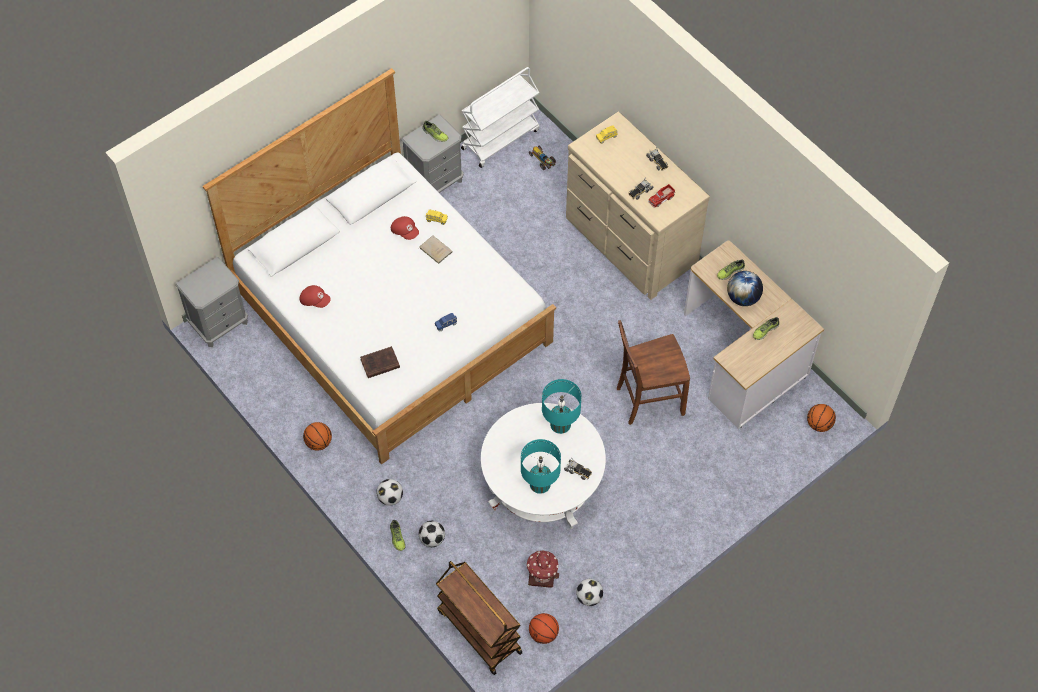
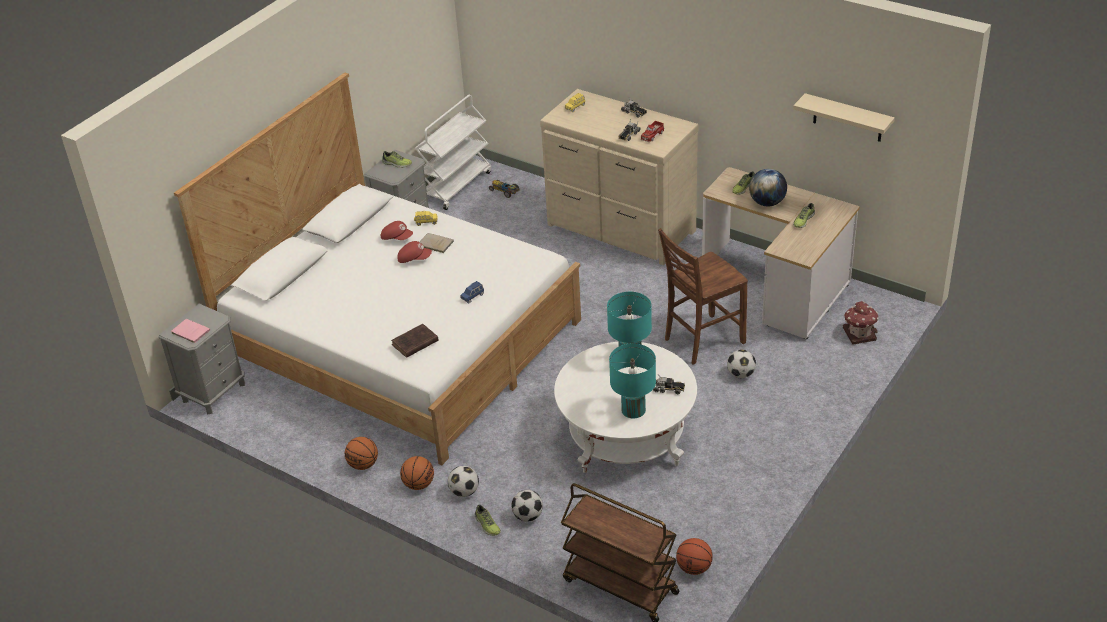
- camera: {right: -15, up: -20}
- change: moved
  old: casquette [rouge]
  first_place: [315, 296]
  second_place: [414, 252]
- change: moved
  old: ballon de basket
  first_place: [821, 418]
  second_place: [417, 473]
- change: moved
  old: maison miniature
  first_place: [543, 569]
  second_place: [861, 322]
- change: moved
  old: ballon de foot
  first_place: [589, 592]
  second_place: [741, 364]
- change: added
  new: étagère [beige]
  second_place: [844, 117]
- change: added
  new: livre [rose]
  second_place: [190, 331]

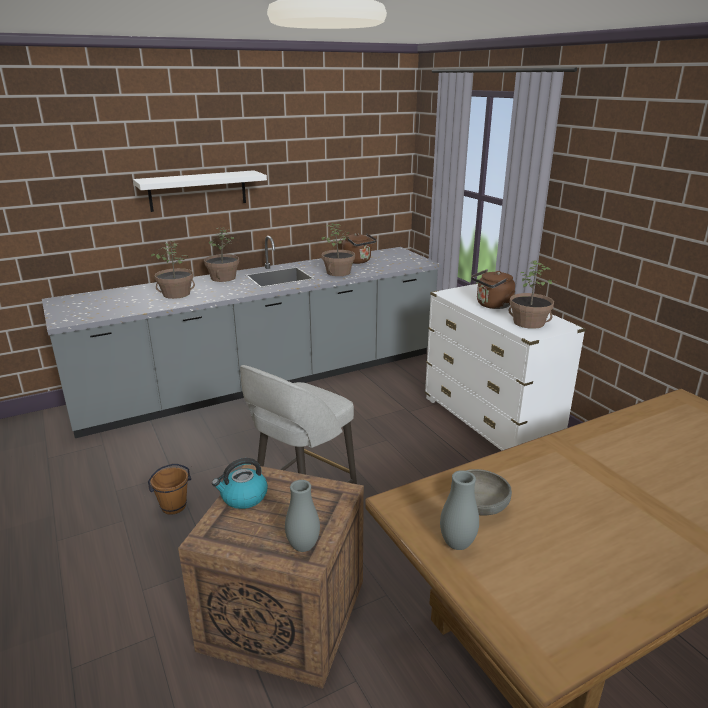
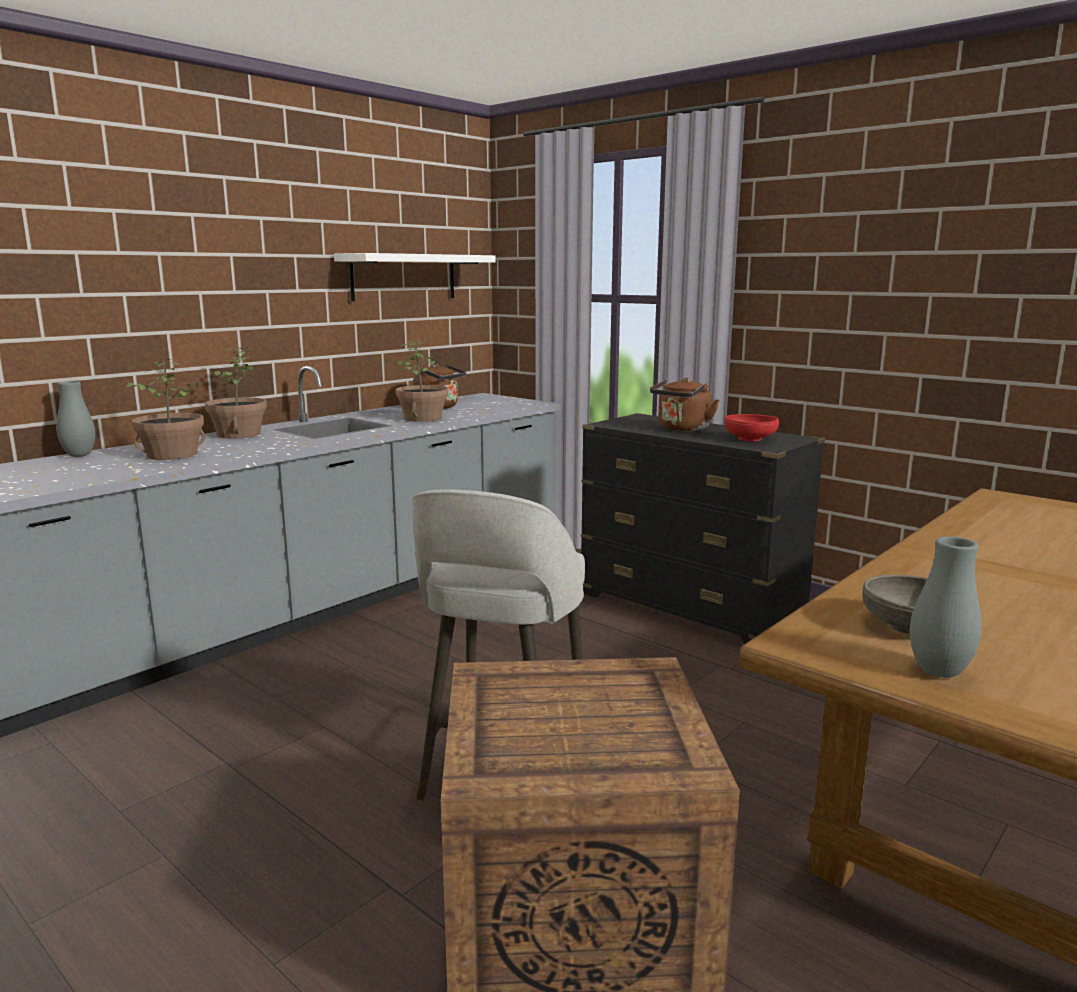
- camera: {right: -20, up: -10}
- change: moved
  old: étagère [blanc]
  first_place: [200, 191]
  second_place: [415, 277]
- change: replaced
  old: plante en pot
  new: bol [rouge]
  first_place: [531, 294]
  second_place: [751, 428]
- change: recoloured
  old: commode [blanc]
  new: commode [noir]
  first_place: [505, 367]
  second_place: [703, 528]
- change: removed
  old: bouilloire
  first_place: [240, 483]
- change: removed
  old: seau [marron]
  first_place: [169, 489]
- change: moved
  old: vase [gris]
  first_place: [302, 516]
  second_place: [76, 419]

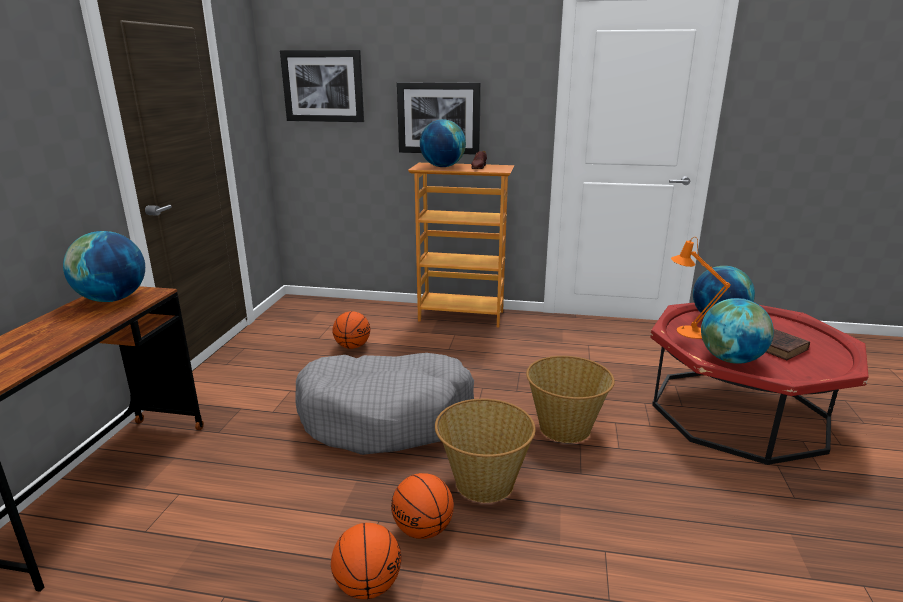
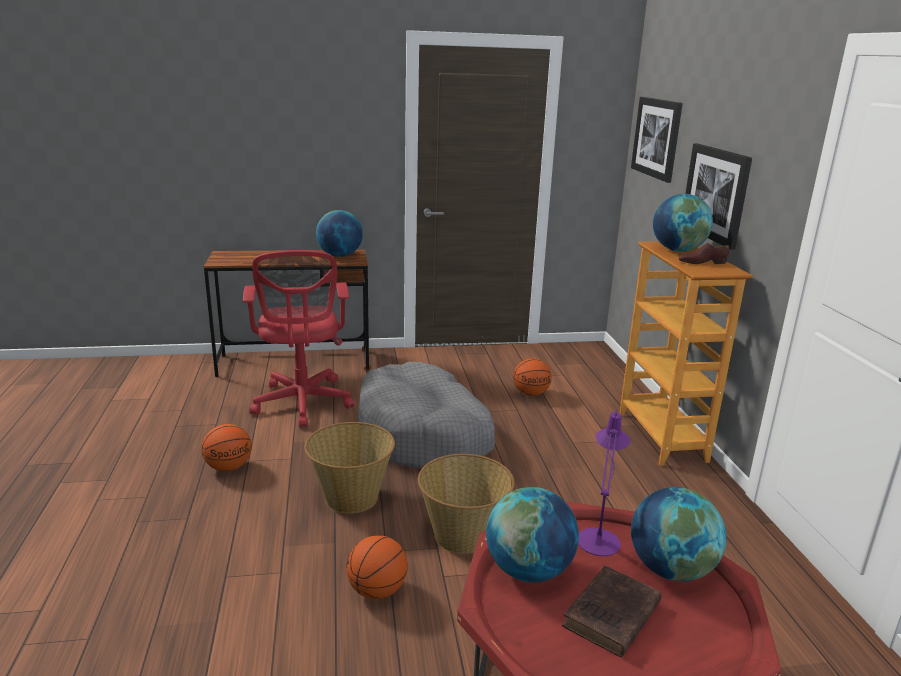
- camera: {right: 70, up: 0}
- change: recoloured
  old: lampe de table [orange]
  new: lampe de table [violet]
  first_place: [701, 288]
  second_place: [604, 482]
- change: moved
  old: ballon de basket
  first_place: [422, 506]
  second_place: [377, 567]
- change: added
  new: chaise de bureau [rouge]
  second_place: [298, 339]

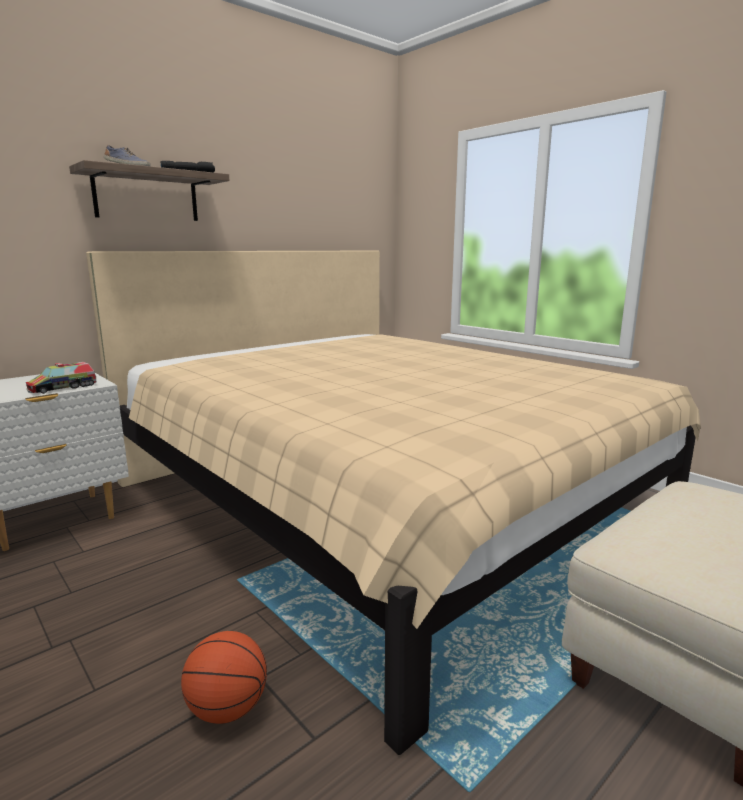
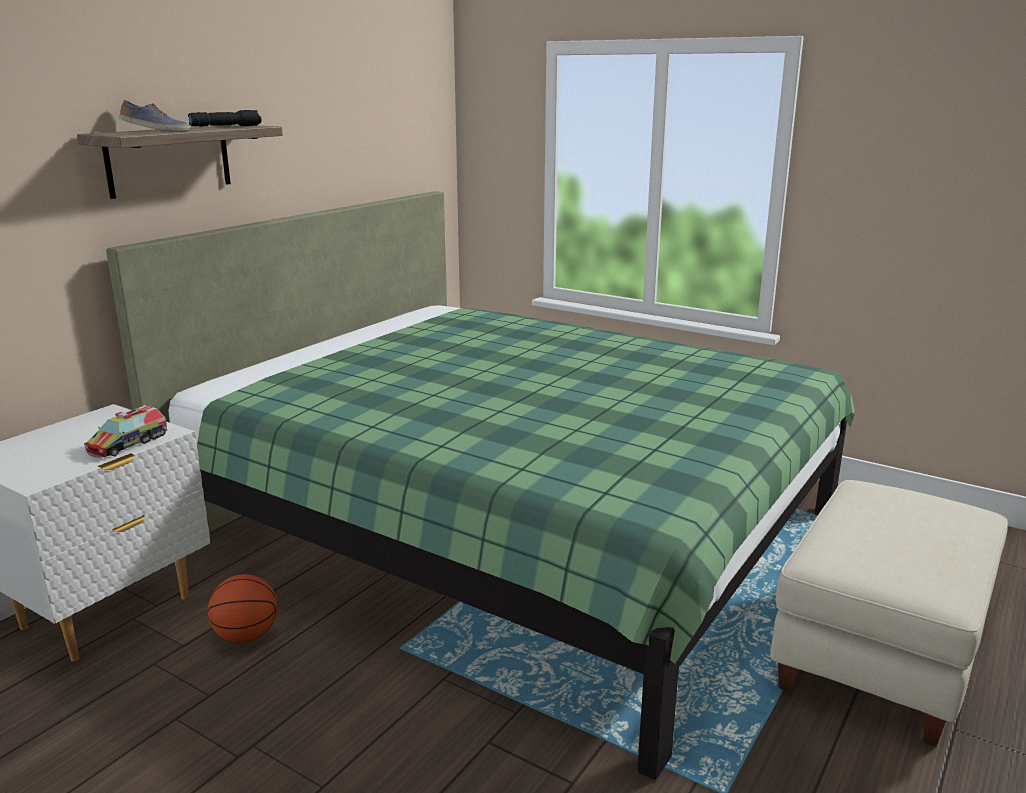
- camera: {right: -15, up: 5}
- change: recoloured
  old: lit [beige]
  new: lit [vert]
  first_place: [393, 503]
  second_place: [480, 485]
- change: moved
  old: ballon de basket
  first_place: [224, 677]
  second_place: [242, 608]

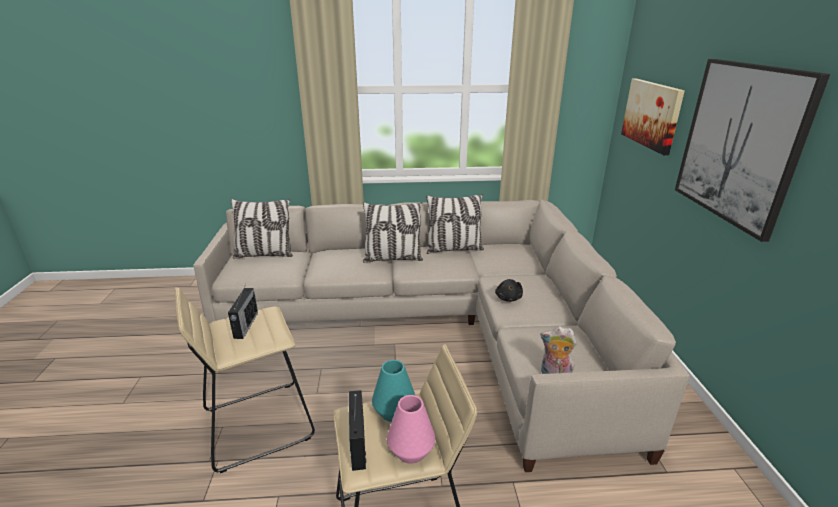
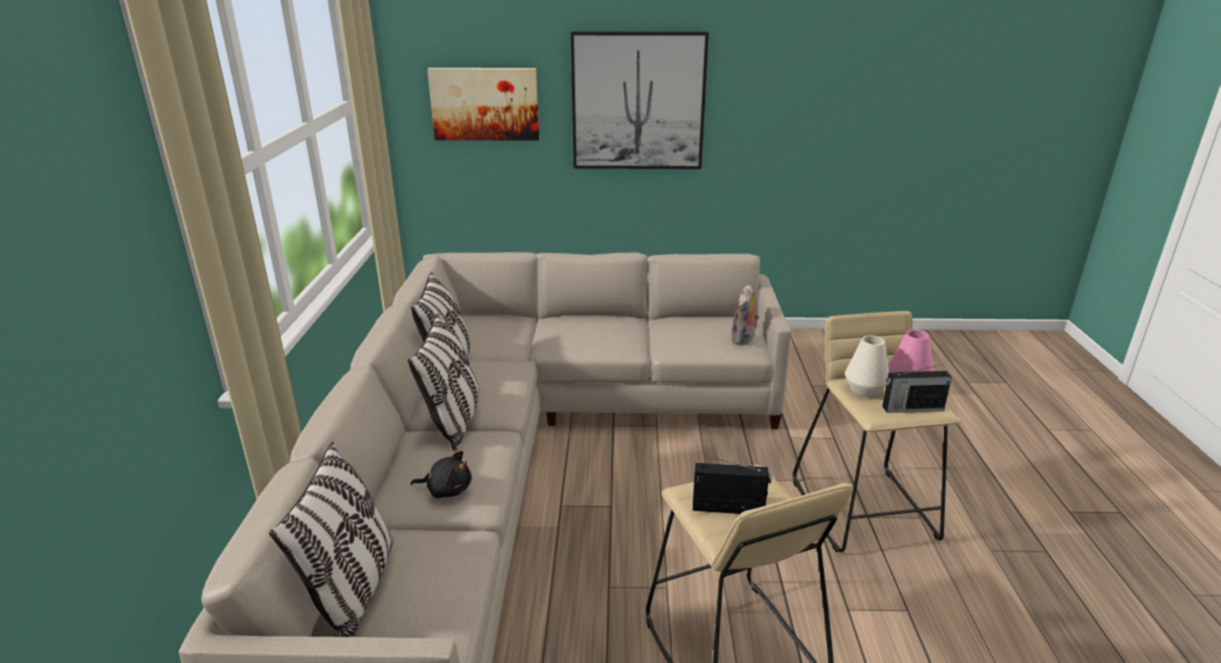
- camera: {right: -85, up: 0}
- change: moved
  old: peluche [noir]
  first_place: [509, 290]
  second_place: [441, 474]
- change: recoloured
  old: vase [turquoise]
  new: vase [blanc]
  first_place: [393, 391]
  second_place: [867, 366]

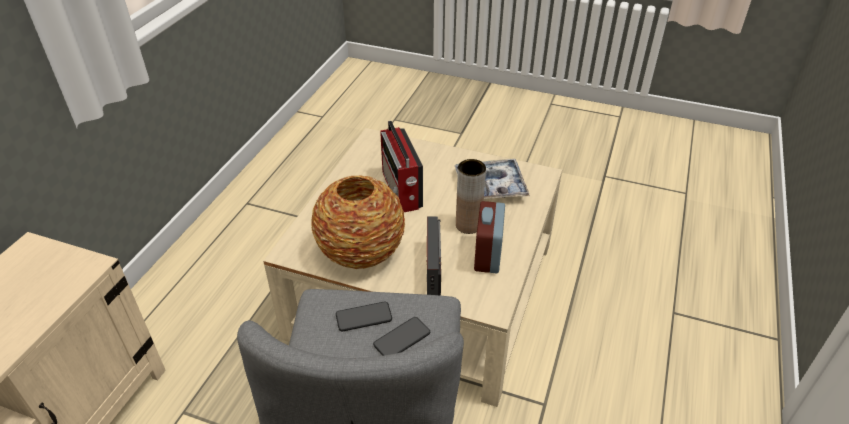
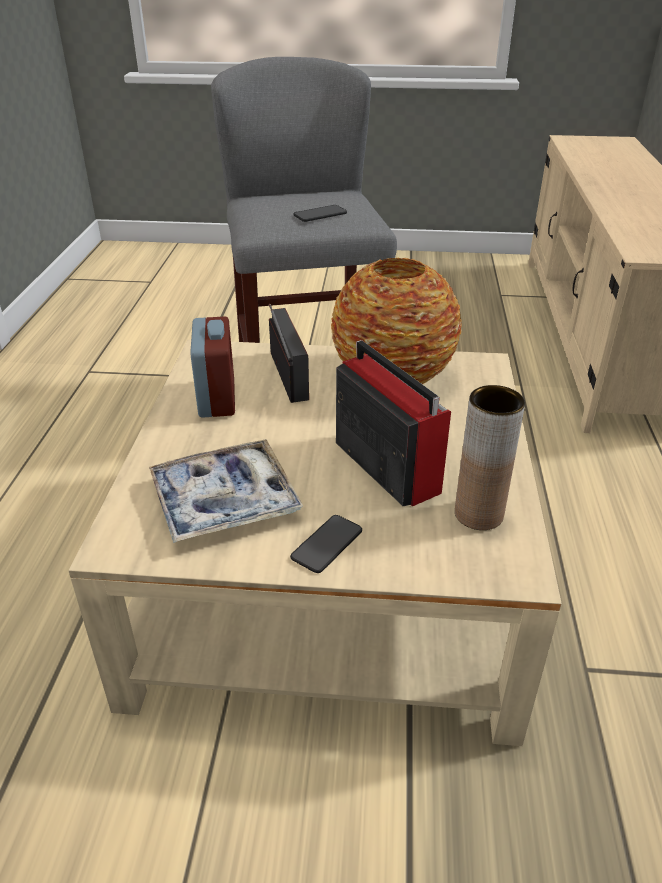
- camera: {right: 165, up: -5}
- change: moved
  old: vase [marron]
  first_place: [471, 196]
  second_place: [490, 457]
- change: moved
  old: téléphone
  first_place: [401, 336]
  second_place: [326, 544]

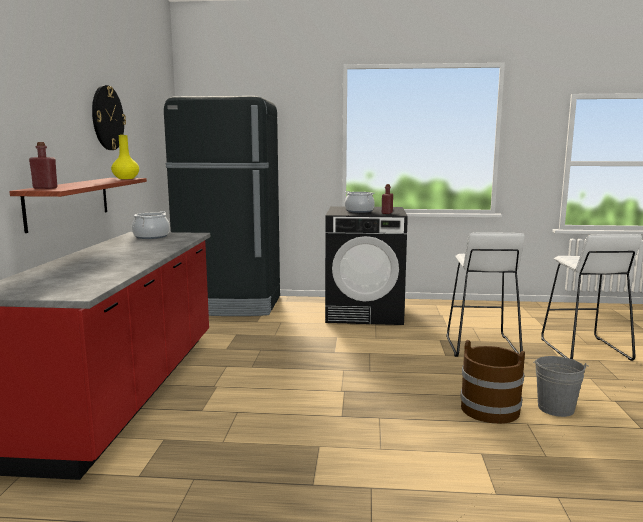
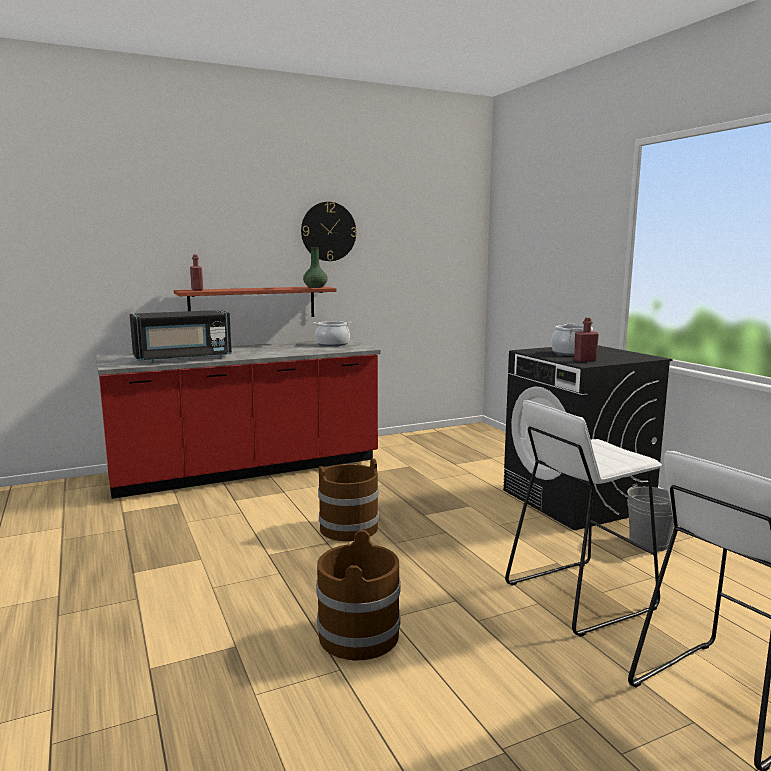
- camera: {right: 60, up: 0}
- change: removed
  old: réfrigérateur [noir]
  first_place: [222, 206]
- change: recoloured
  old: vase [jaune]
  new: vase [vert]
  first_place: [125, 157]
  second_place: [315, 267]
- change: moved
  old: seau [gris]
  first_place: [561, 386]
  second_place: [650, 517]
- change: added
  new: micro-ondes [noir]
  second_place: [181, 336]
- change: added
  new: seau [marron]
  second_place: [348, 500]

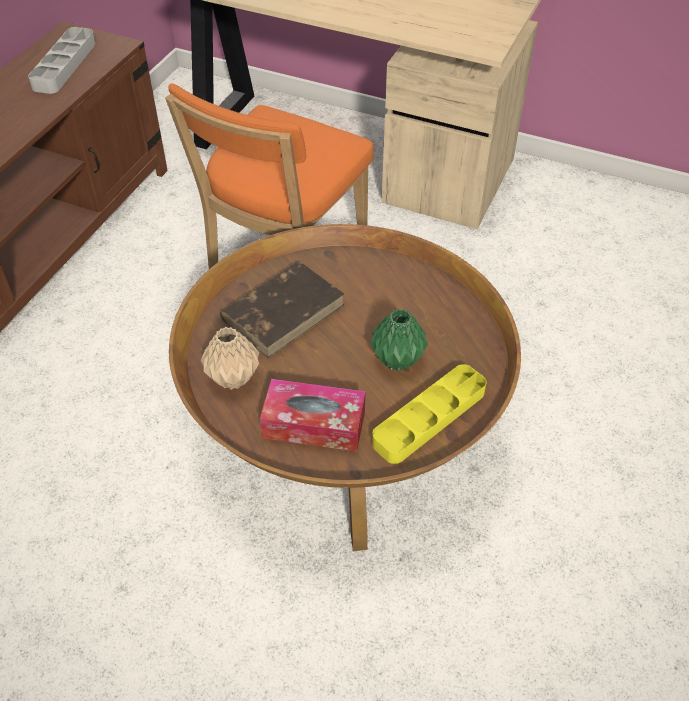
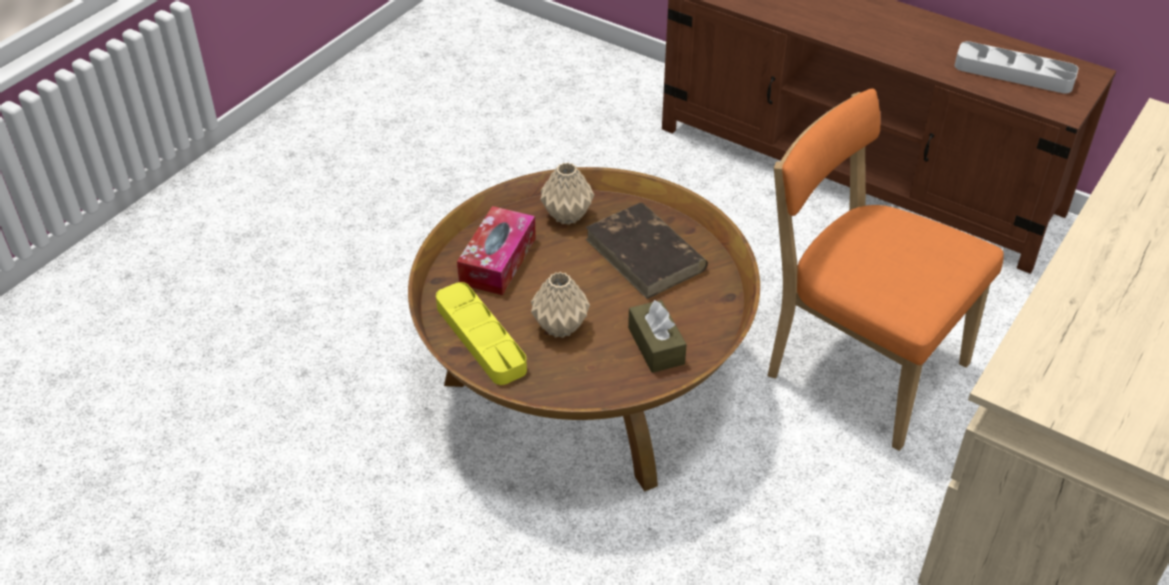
- camera: {right: 100, up: -5}
- change: recoloured
  old: vase [vert]
  new: vase [beige]
  first_place: [399, 340]
  second_place: [560, 305]
- change: added
  new: boîte à mouchoirs [marron]
  second_place: [657, 336]

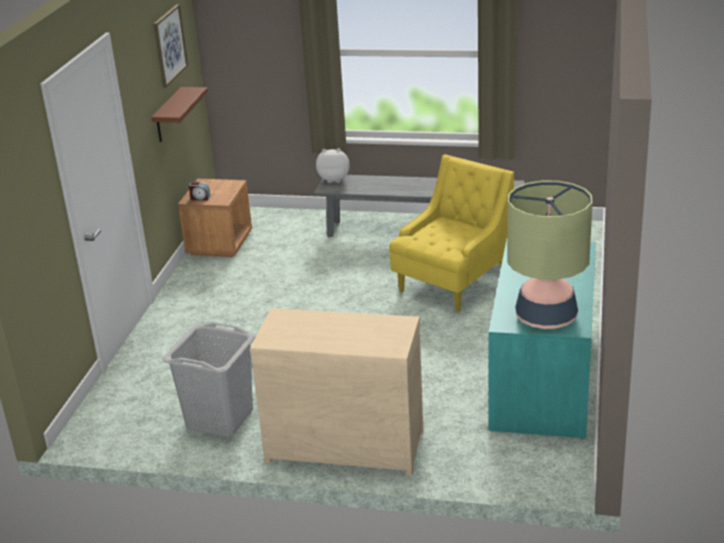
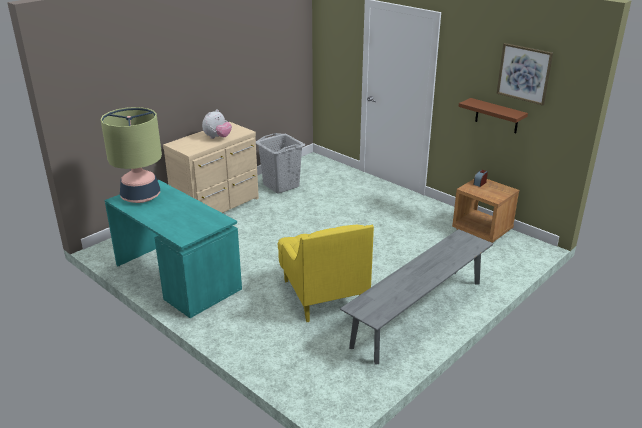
- camera: {right: 120, up: 0}
- change: moved
  old: peluche
  first_place: [333, 166]
  second_place: [217, 124]

